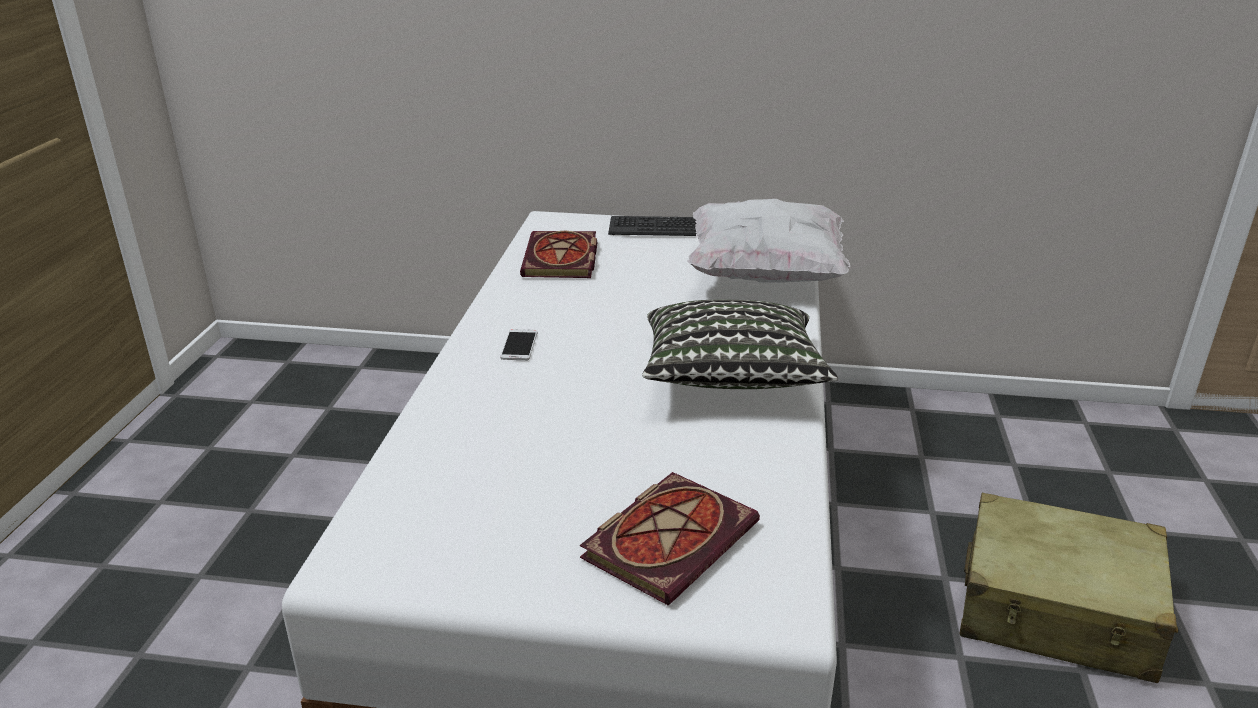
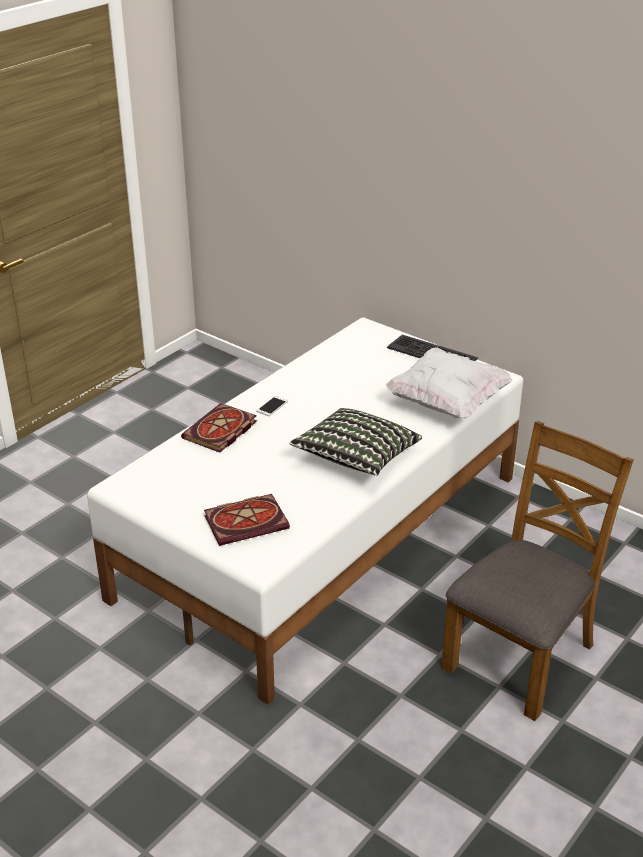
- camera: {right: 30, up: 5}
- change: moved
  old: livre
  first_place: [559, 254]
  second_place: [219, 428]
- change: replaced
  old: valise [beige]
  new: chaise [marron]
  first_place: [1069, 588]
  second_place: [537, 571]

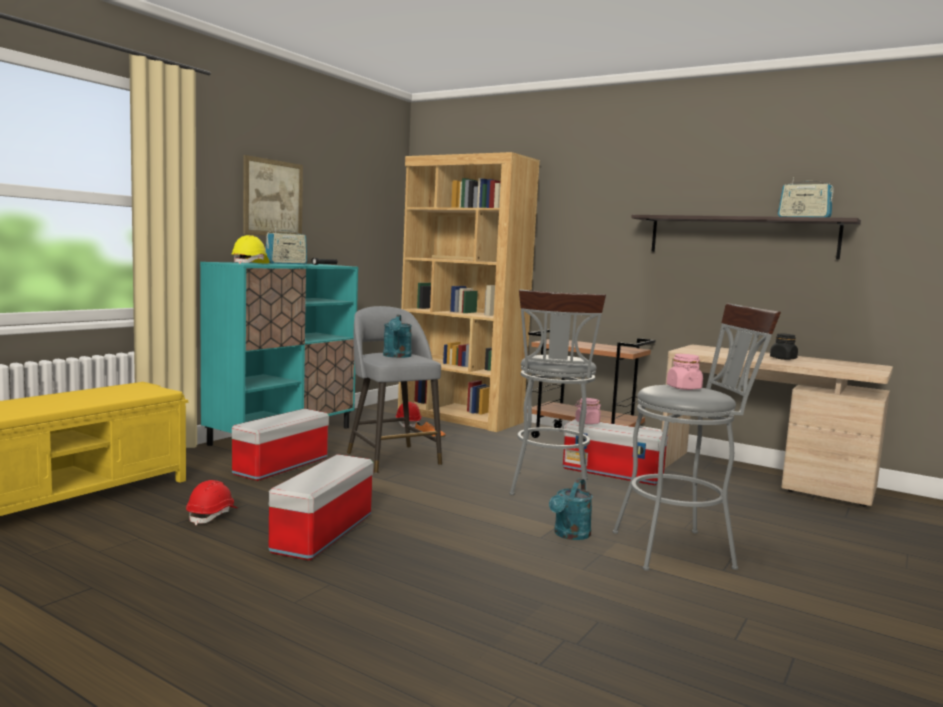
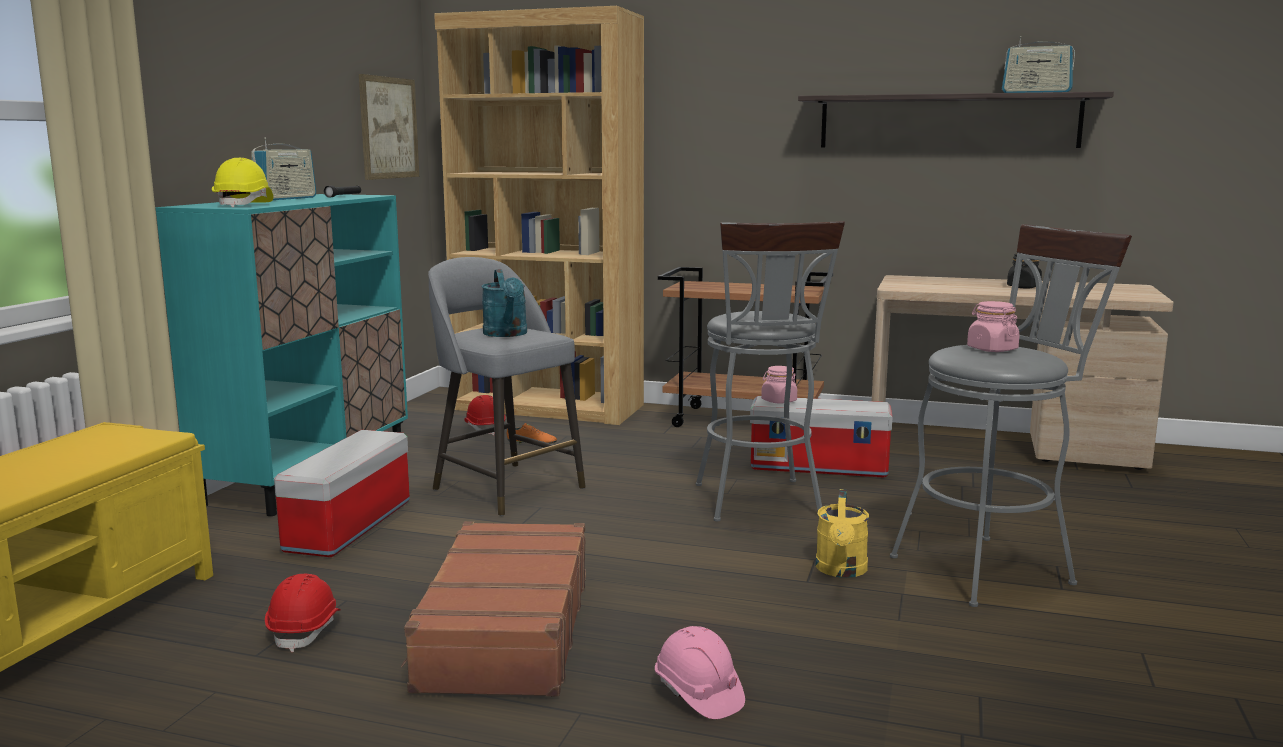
- camera: {right: -15, up: 5}
- change: moved
  old: tableau
  first_place: [273, 195]
  second_place: [389, 127]
- change: replaced
  old: boîte de rangement
  new: valise [marron]
  first_place: [321, 507]
  second_place: [493, 609]
- change: recoloured
  old: arrosoir [turquoise]
  new: arrosoir [jaune]
  first_place: [571, 509]
  second_place: [842, 533]
- change: added
  new: casque de chantier [rose]
  second_place: [700, 672]

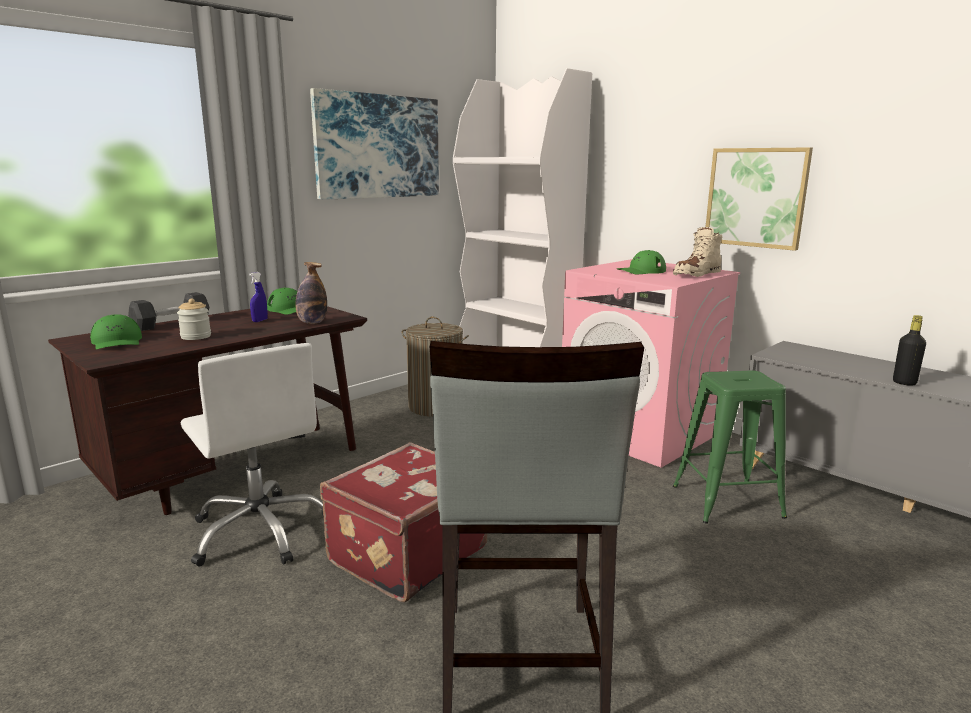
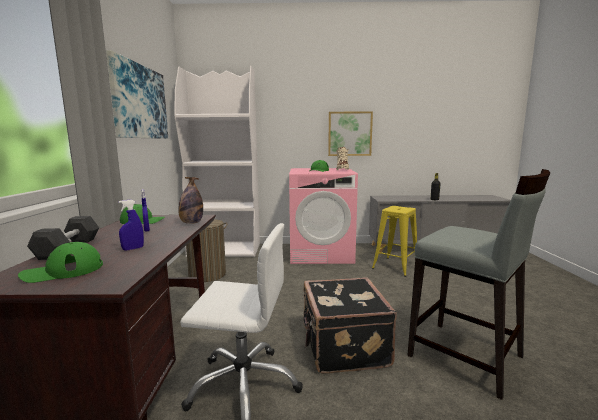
- camera: {right: -45, up: -5}
- change: replaced
  old: bocal
  new: vaporisateur [bleu]
  first_place: [194, 319]
  second_place: [131, 225]
- change: turned
  old: casquette [vert]
  first_place: [116, 331]
  second_place: [60, 262]
  degrees: 135
- change: recoloured
  old: tabouret [vert]
  new: tabouret [jaune]
  first_place: [730, 447]
  second_place: [394, 241]
- change: recoloured
  old: valise [rouge]
  new: valise [noir]
  first_place: [403, 522]
  second_place: [349, 325]

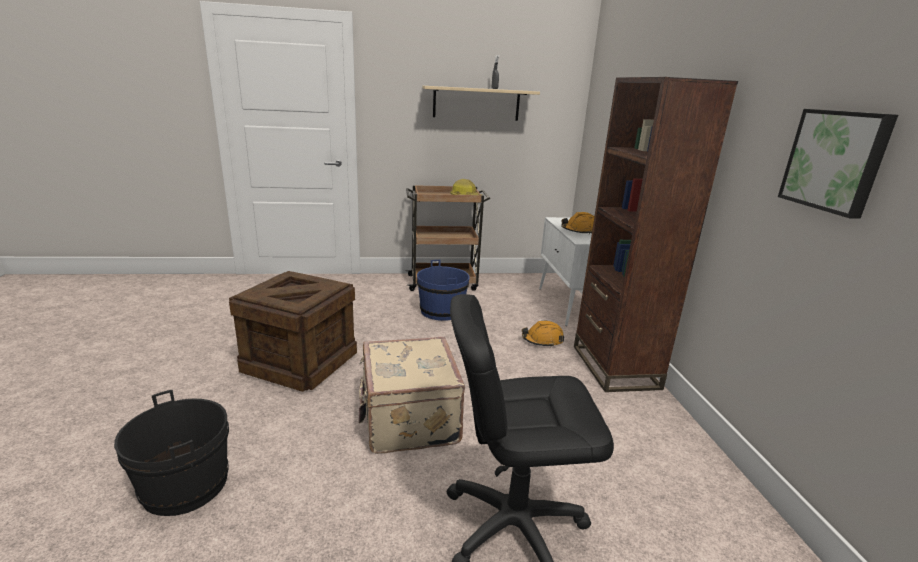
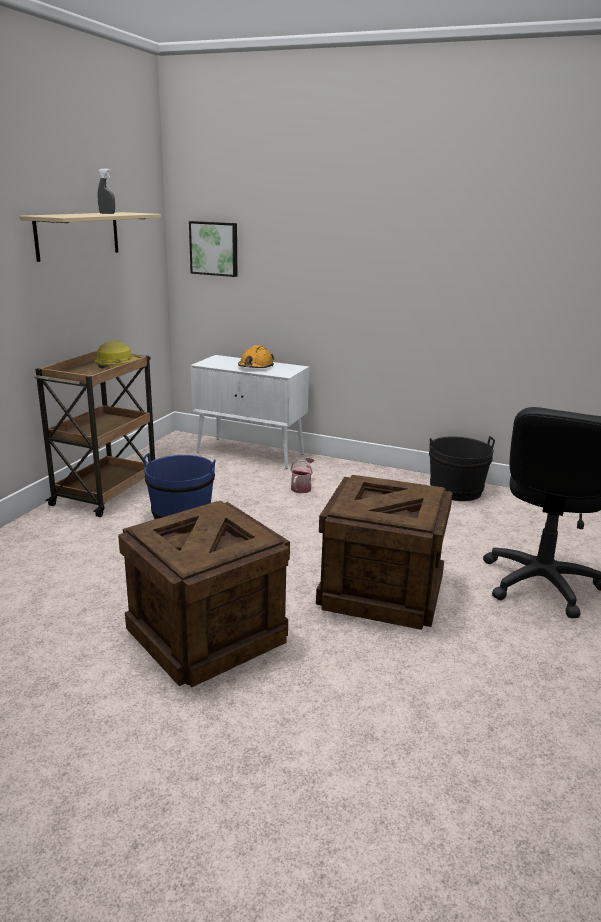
- camera: {right: -60, up: 0}
- change: removed
  old: bibliothèque [marron]
  first_place: [656, 234]
- change: moved
  old: tableau
  first_place: [838, 164]
  second_place: [213, 249]
- change: replaced
  old: casque de chantier [orange]
  new: arrosoir
  first_place: [543, 334]
  second_place: [302, 475]
- change: replaced
  old: valise [beige]
  new: caisse
  first_place: [411, 395]
  second_place: [384, 552]
- change: moved
  old: seau [noir]
  first_place: [171, 453]
  second_place: [462, 468]

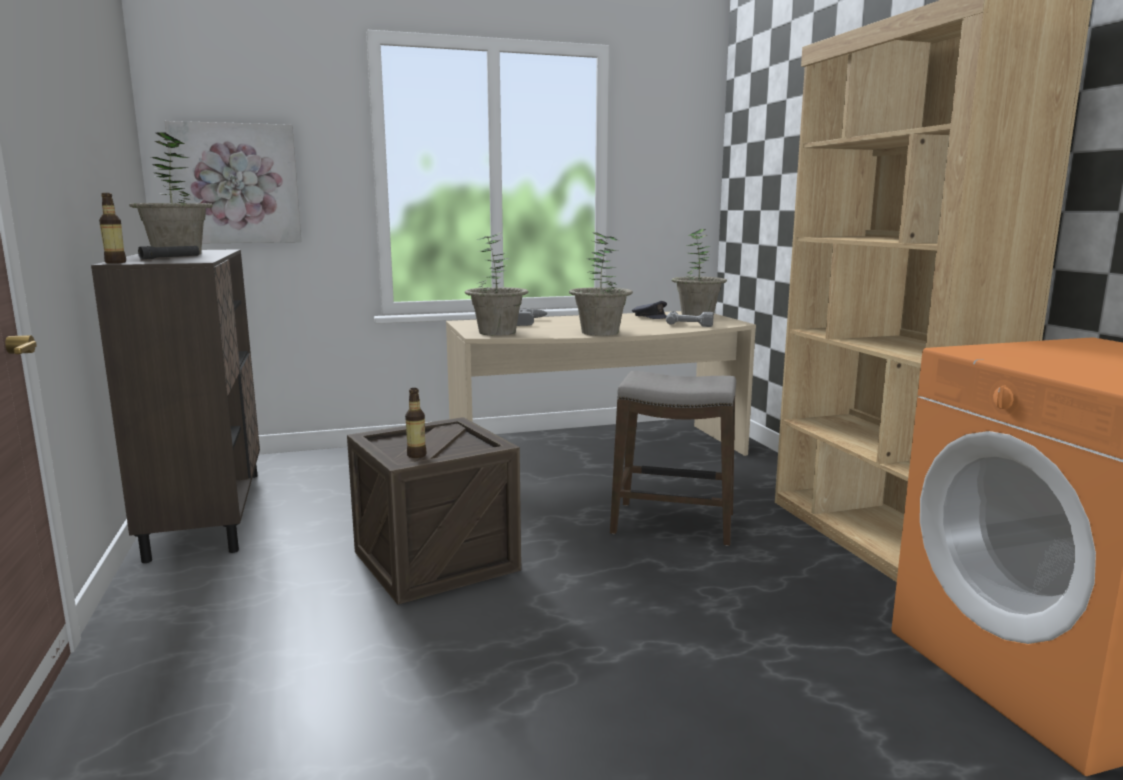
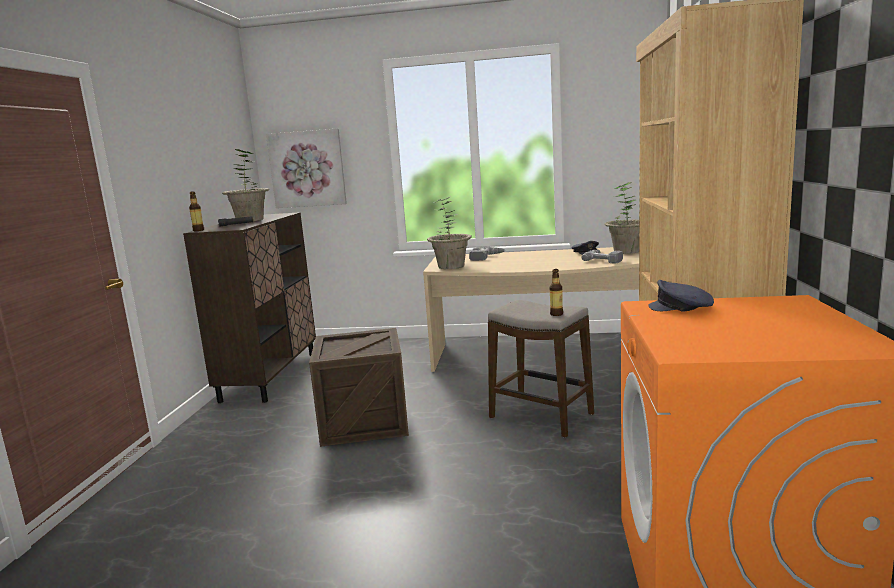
- camera: {right: 25, up: 0}
- change: removed
  old: plante en pot
  first_place: [601, 284]
- change: moved
  old: bouteille
  first_place: [416, 423]
  second_place: [556, 292]
- change: added
  new: casquette [gris]
  second_place: [681, 296]

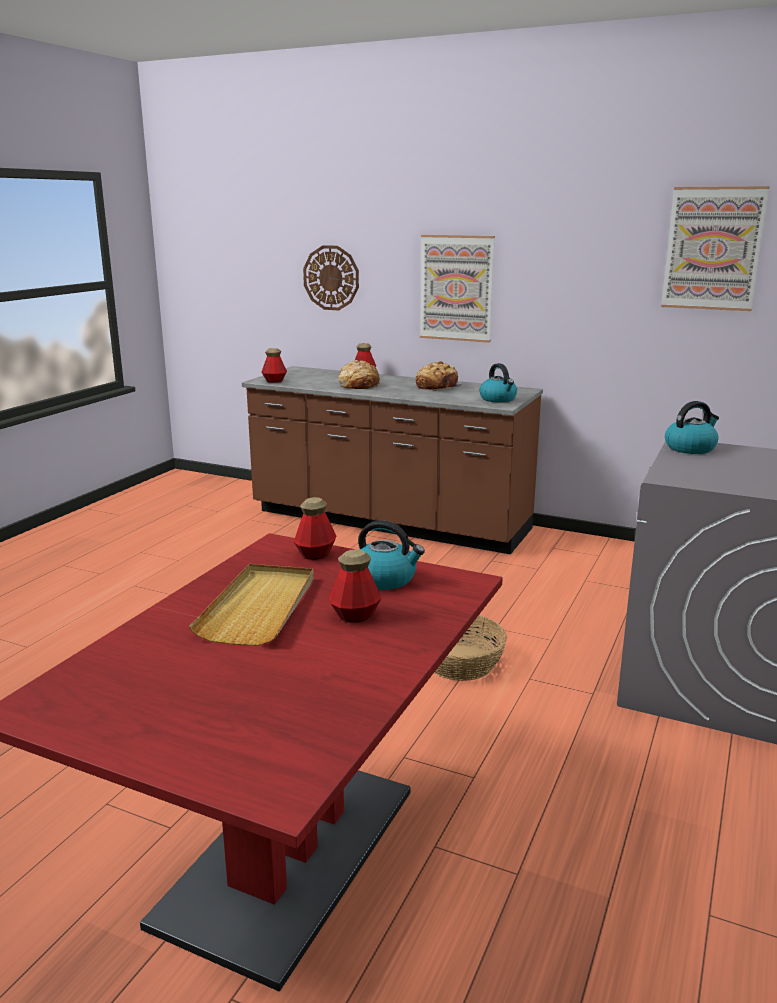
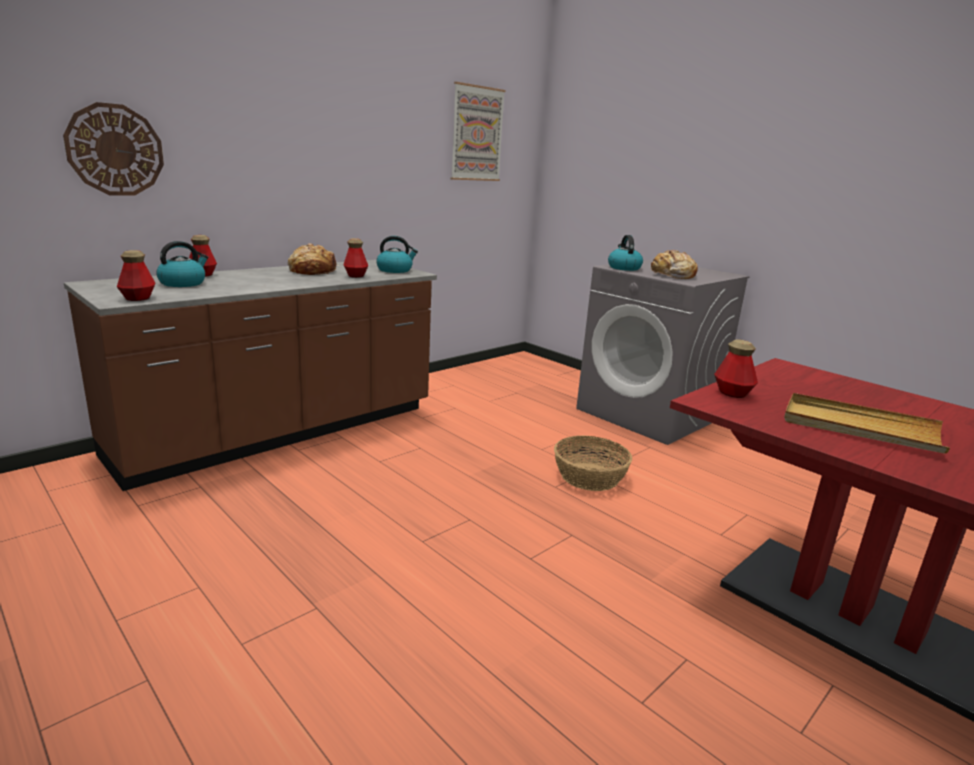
- camera: {right: -70, up: 0}
- change: removed
  old: tableau
  first_place: [457, 289]
- change: moved
  old: pain
  first_place: [359, 374]
  second_place: [674, 264]
- change: moved
  old: bouilloire
  first_place: [391, 555]
  second_place: [182, 264]
- change: moved
  old: bouteille
  first_place: [355, 586]
  second_place: [355, 258]

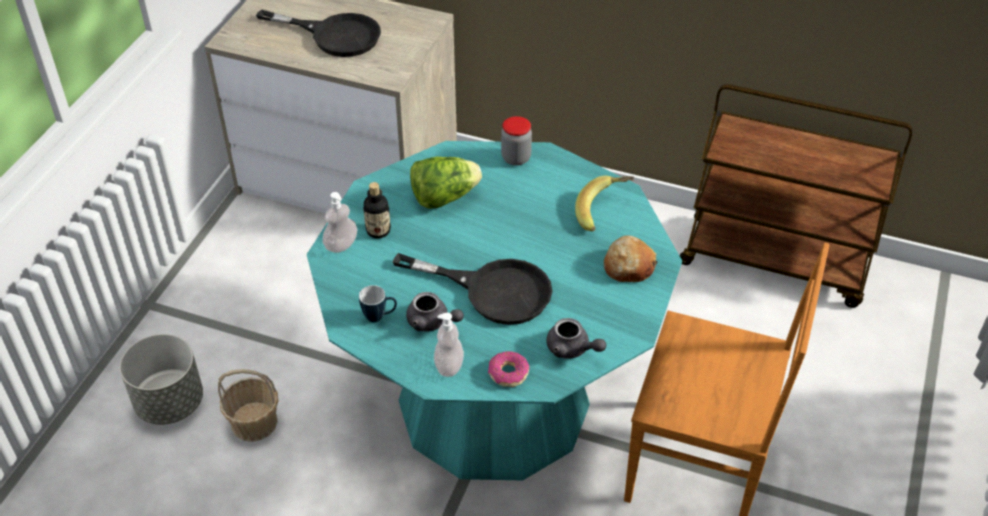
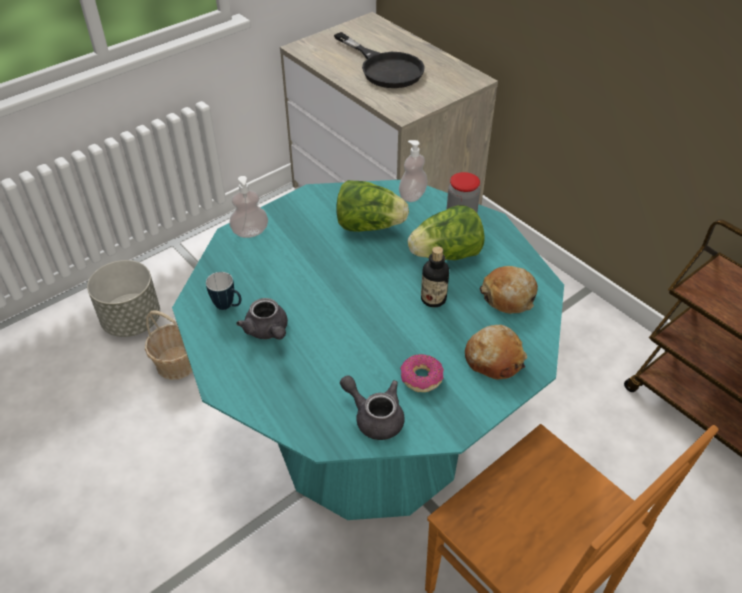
- camera: {right: 30, up: 0}
- change: replaced
  old: banane
  new: pain
  first_place: [604, 203]
  second_place: [509, 290]
- change: moved
  old: bouteille
  first_place: [377, 210]
  second_place: [435, 276]
- change: removed
  old: poêle [noir]
  first_place: [472, 289]
- change: moved
  old: distributeur de savon
  first_place: [449, 345]
  second_place: [413, 171]
- change: turned
  old: théière [gris]
  first_place: [576, 338]
  second_place: [372, 407]
  degrees: 150
- change: moved
  old: beignet
  first_place: [508, 369]
  second_place: [422, 373]
- change: added
  new: laitue
  second_place: [446, 232]

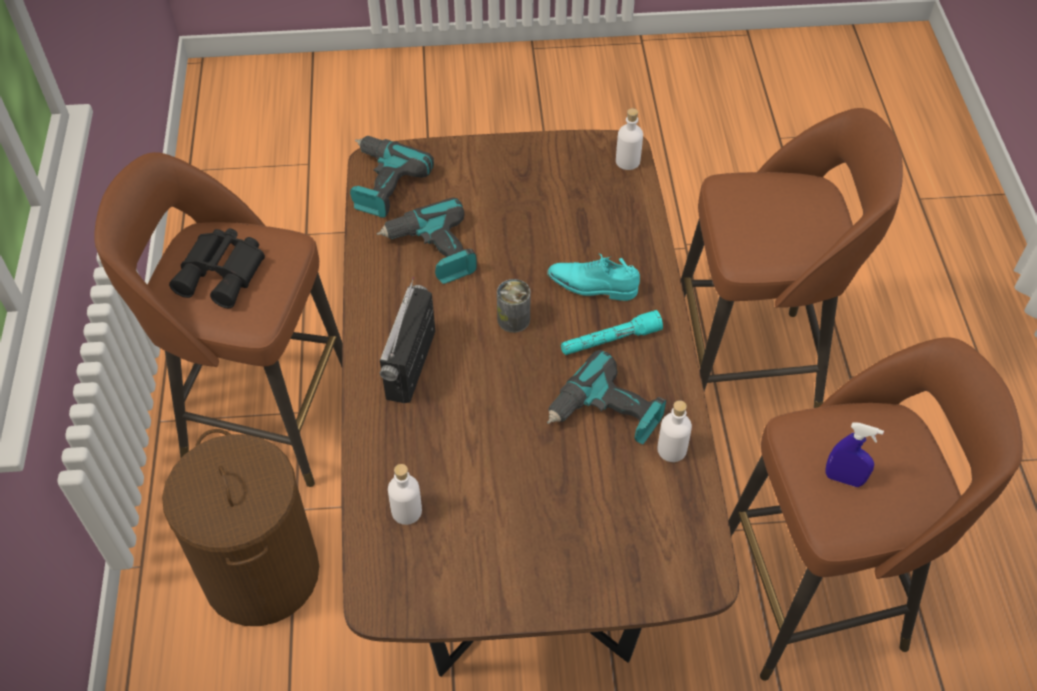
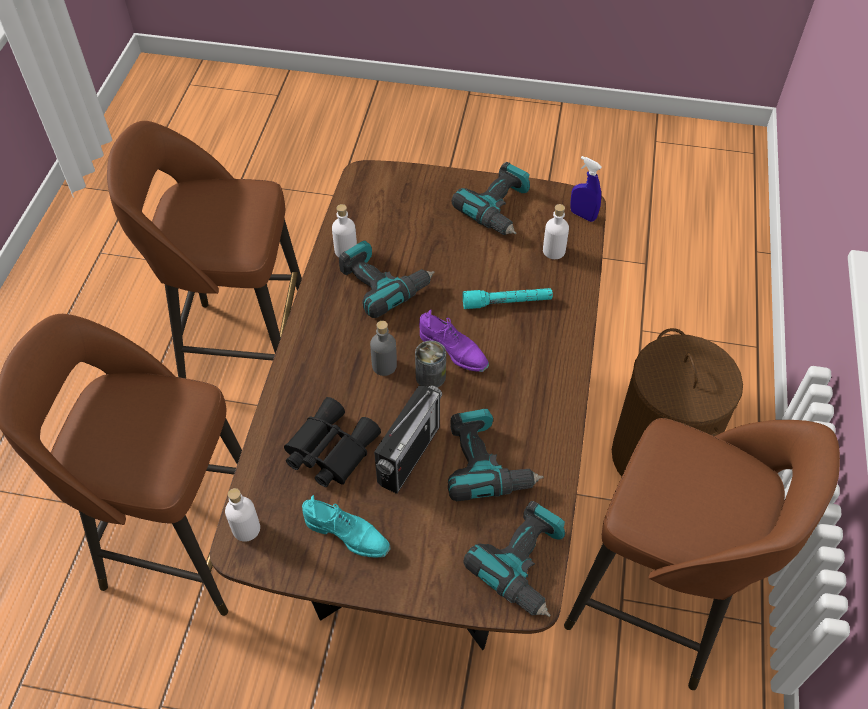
- camera: {right: -165, up: 0}
- change: moved
  old: jumelles [noir]
  first_place: [217, 268]
  second_place: [332, 442]
- change: moved
  old: chaussure [turquoise]
  first_place: [593, 277]
  second_place: [346, 526]
- change: moved
  old: radio
  first_place: [407, 340]
  second_place: [408, 439]
- change: moved
  old: lampe de poche [turquoise]
  first_place: [612, 332]
  second_place: [508, 298]
- change: moved
  old: vaporisateur [bleu]
  first_place: [854, 454]
  second_place: [586, 189]
- change: added
  new: perceuse
  second_place: [491, 198]
- change: added
  new: chaussure [violet]
  second_place: [454, 341]
- change: added
  new: bouteille [gris]
  second_place: [383, 348]

